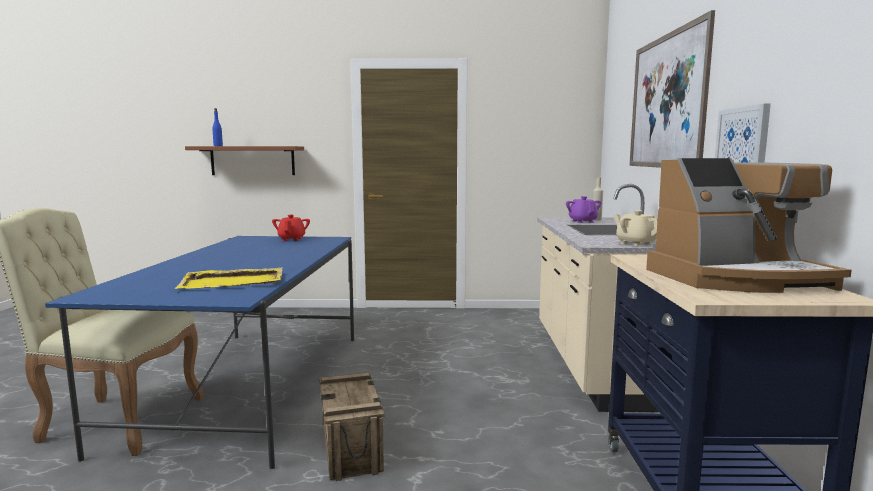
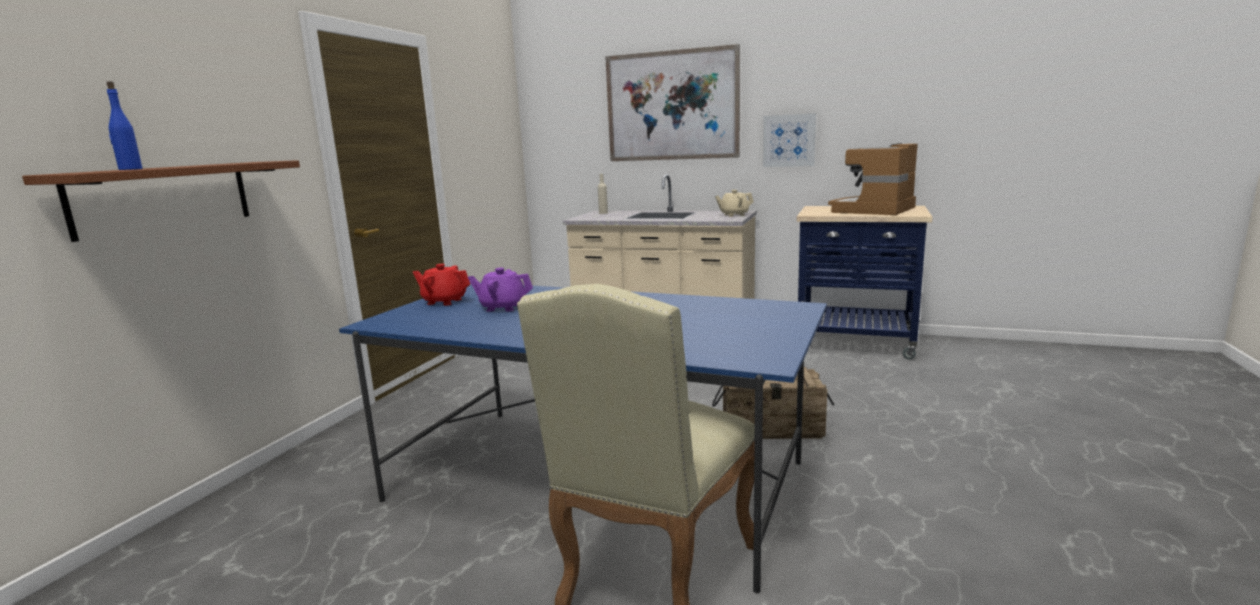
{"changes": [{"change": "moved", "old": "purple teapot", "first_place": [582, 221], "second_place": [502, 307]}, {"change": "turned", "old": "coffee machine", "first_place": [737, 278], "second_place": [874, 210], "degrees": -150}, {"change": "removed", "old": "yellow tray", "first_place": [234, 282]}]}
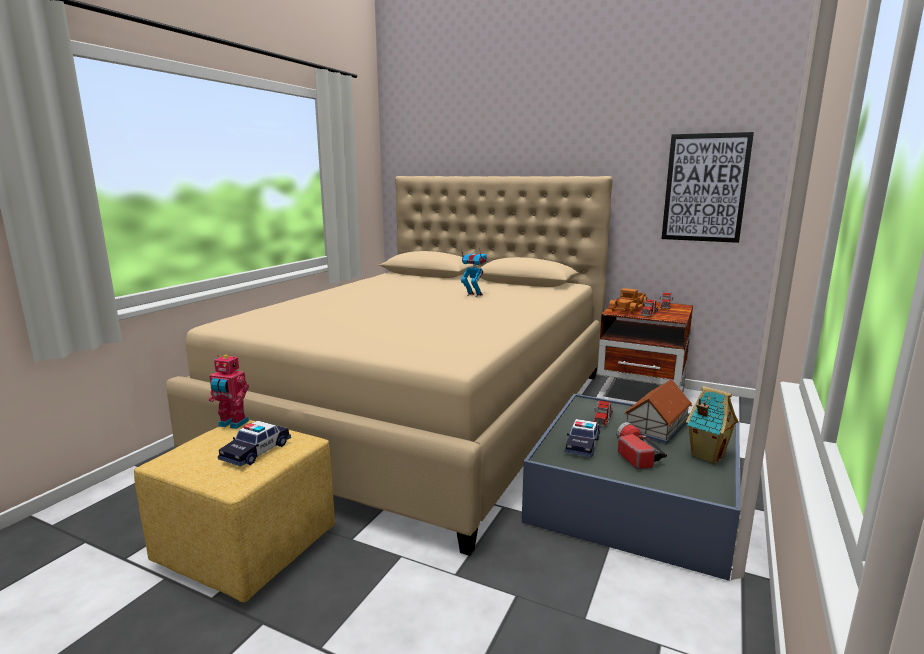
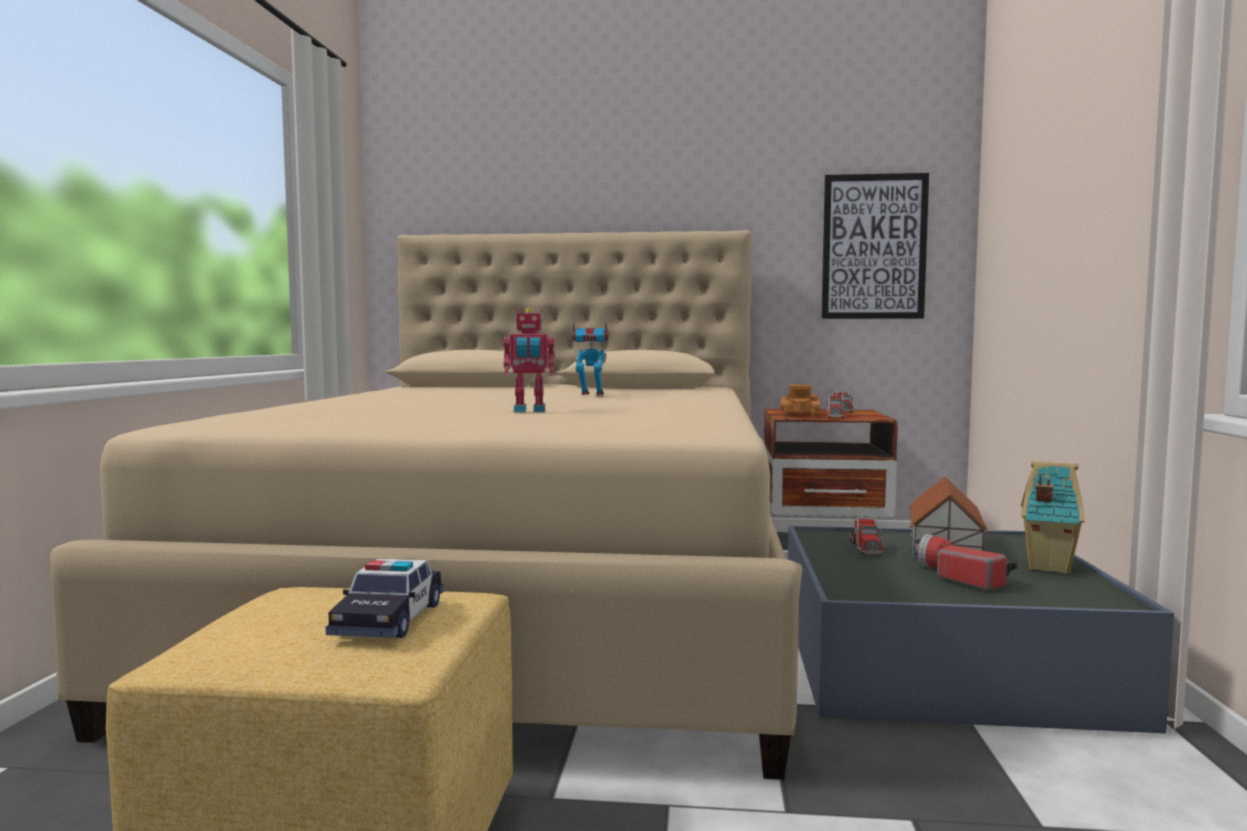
{"changes": [{"change": "moved", "old": "toy robot", "first_place": [232, 424], "second_place": [529, 411]}, {"change": "removed", "old": "toy car", "first_place": [582, 445]}]}
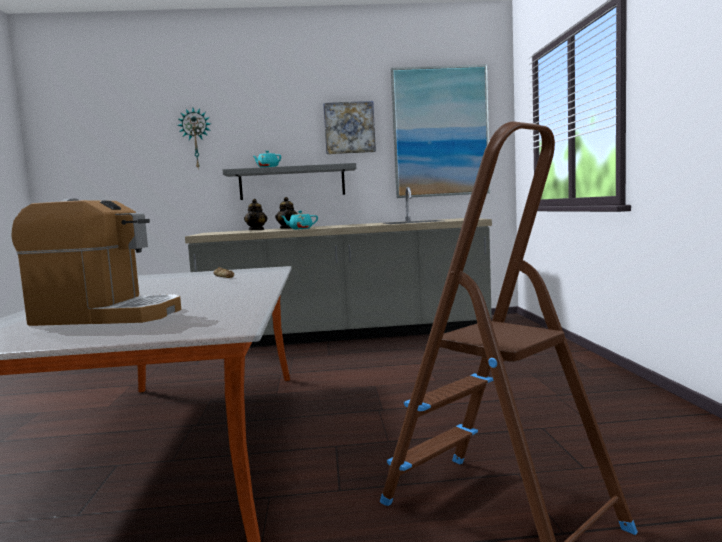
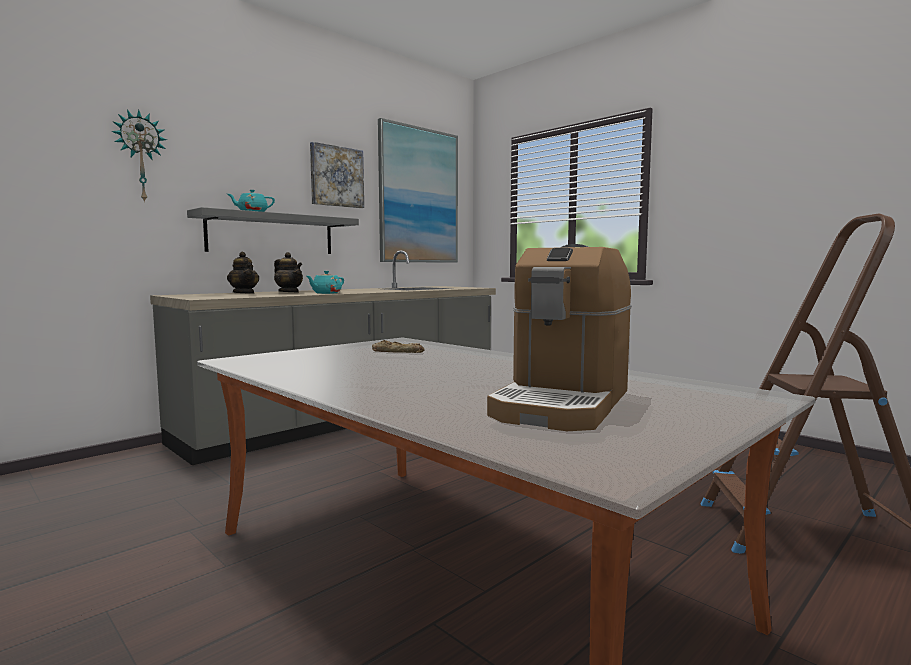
{"changes": [{"change": "turned", "old": "coffee machine", "first_place": [107, 316], "second_place": [562, 403], "degrees": 150}]}
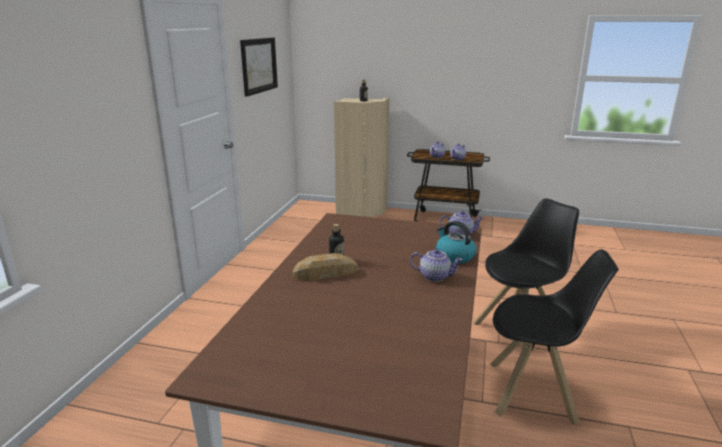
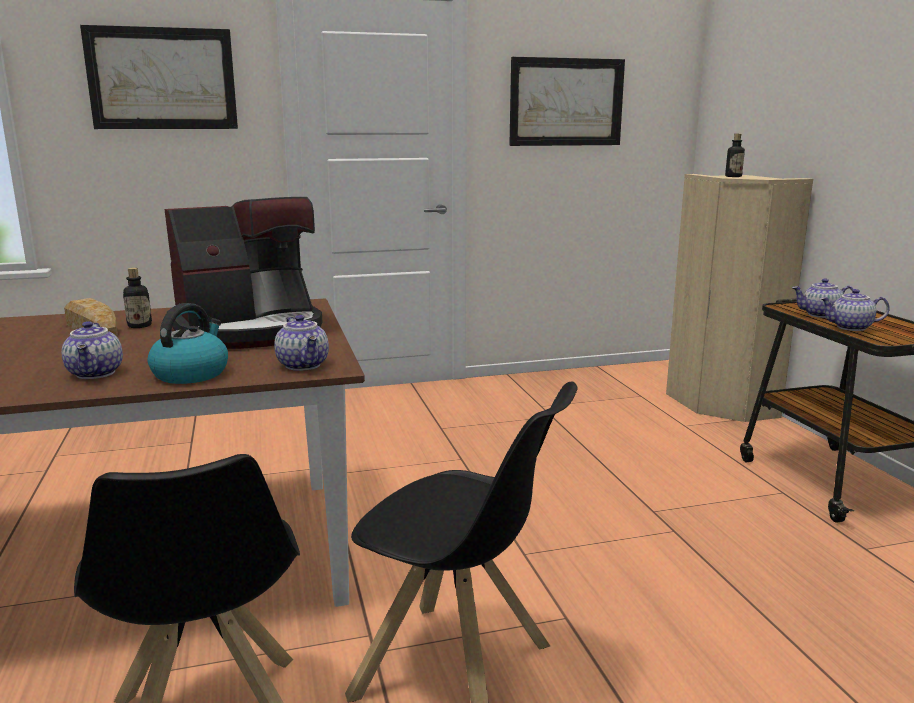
{"changes": [{"change": "added", "new": "picture", "second_place": [162, 79]}, {"change": "added", "new": "coffee machine", "second_place": [250, 331]}]}
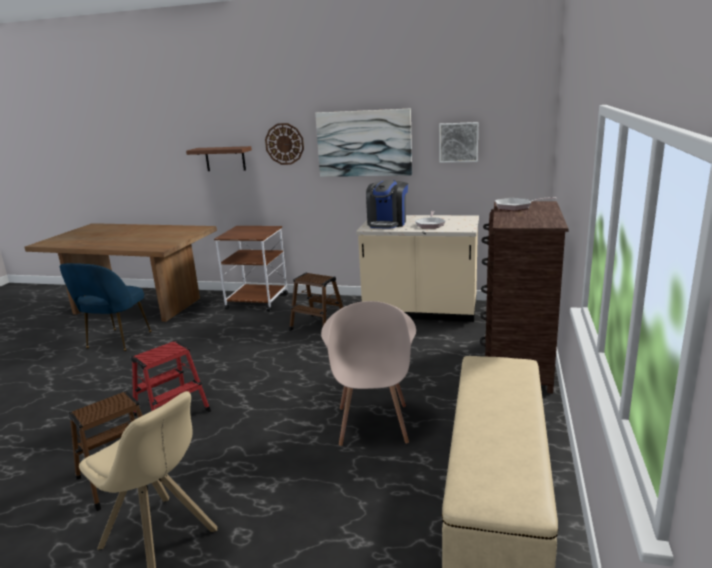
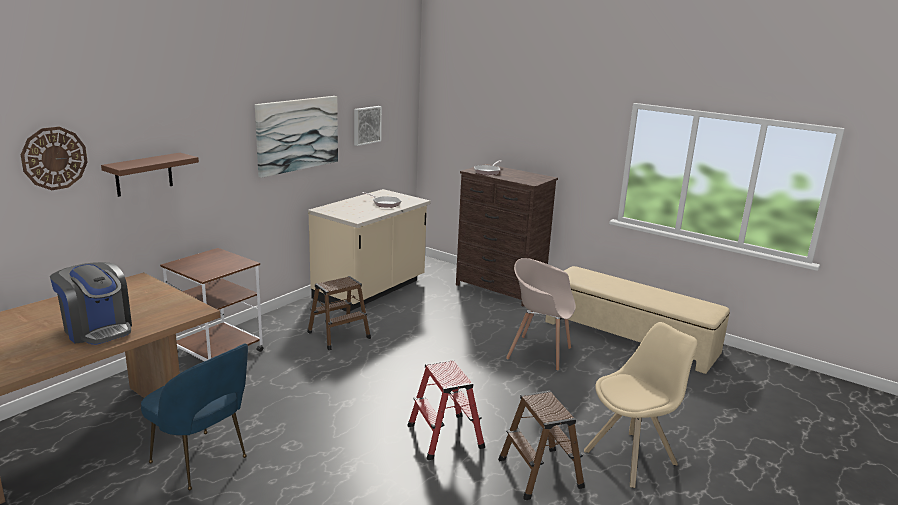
{"changes": [{"change": "moved", "old": "wall clock", "first_place": [284, 144], "second_place": [54, 158]}, {"change": "moved", "old": "coffee machine", "first_place": [387, 223], "second_place": [97, 329]}]}
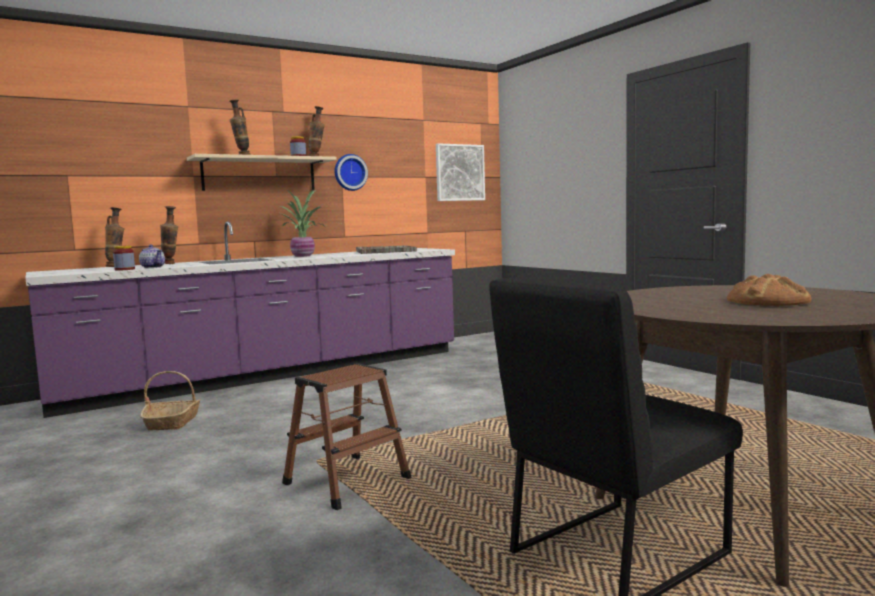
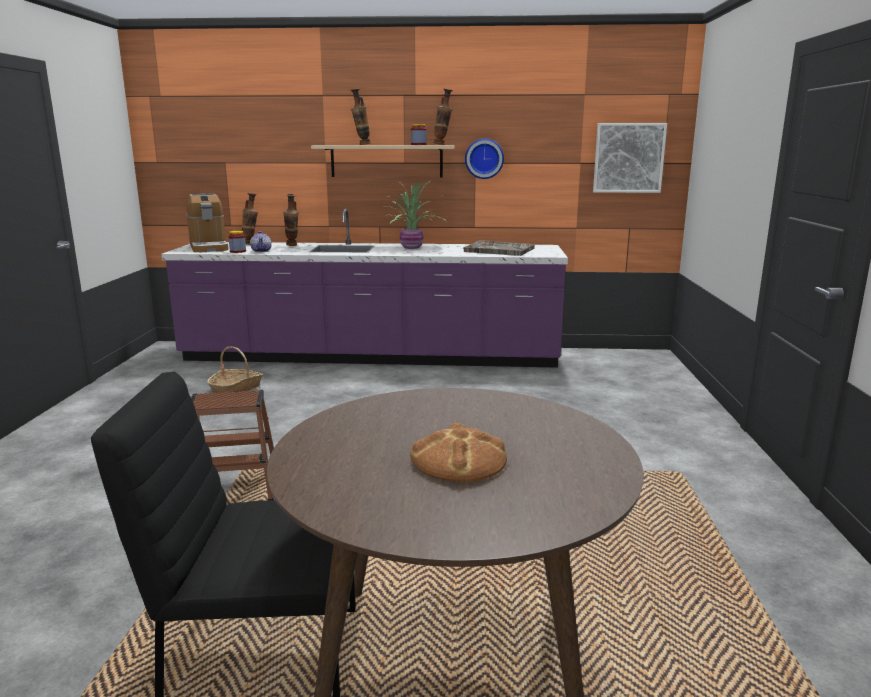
{"changes": [{"change": "added", "new": "coffee machine", "second_place": [209, 247]}]}
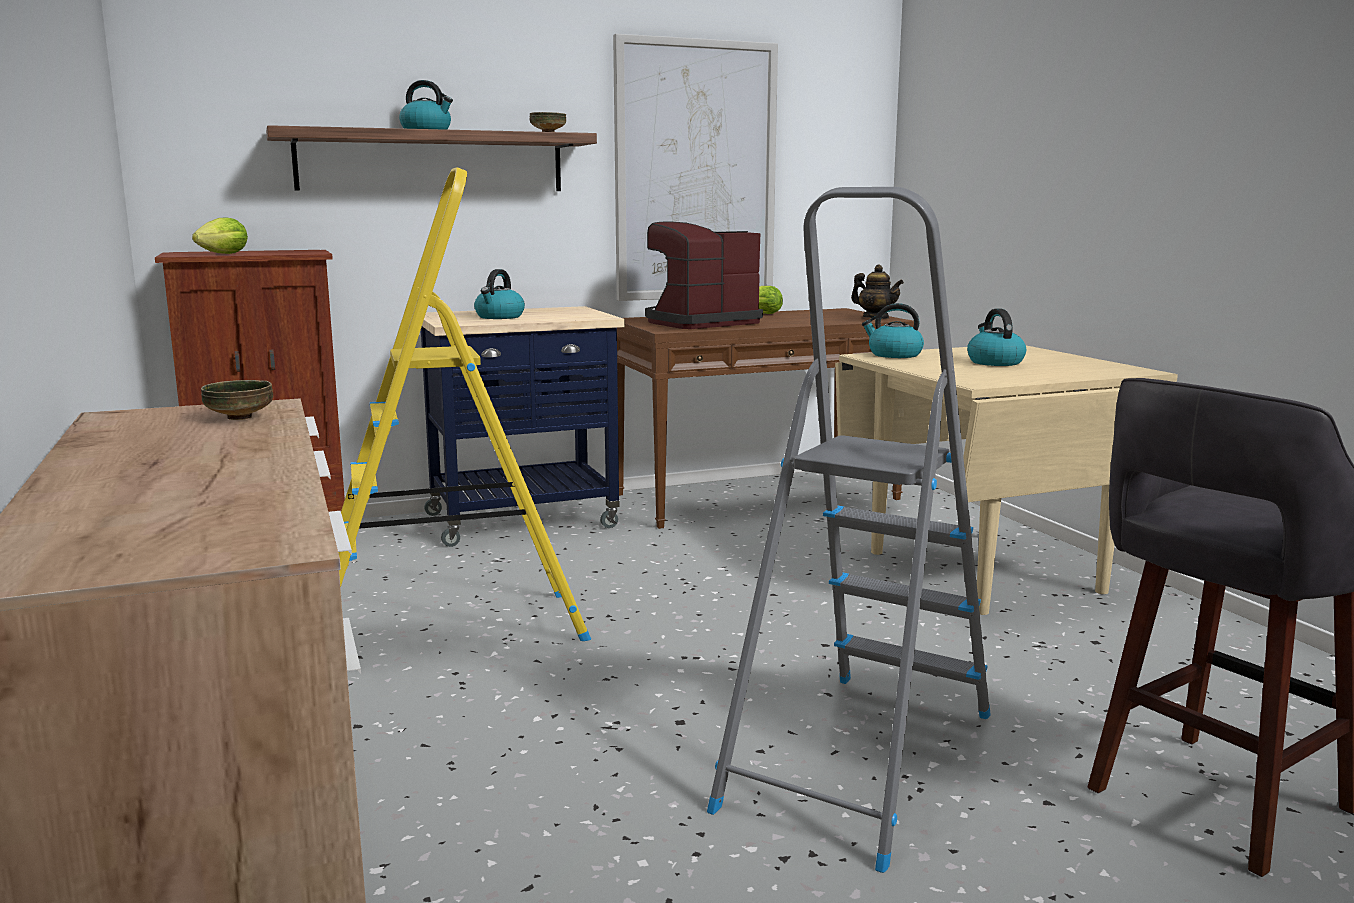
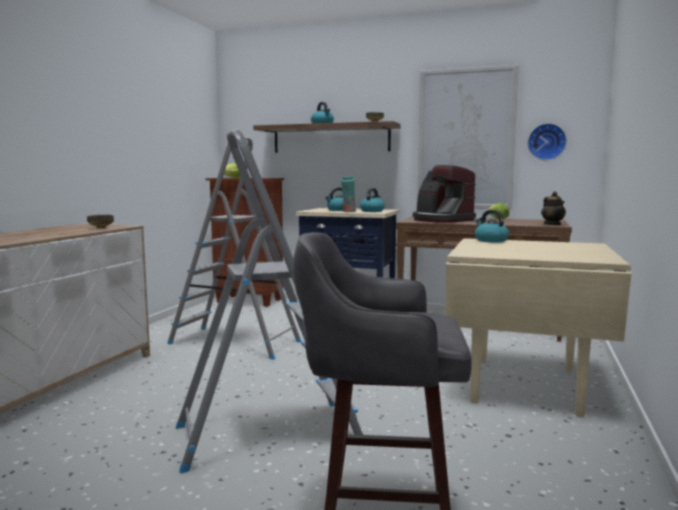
{"changes": [{"change": "recoloured", "old": "yellow step ladder", "new": "grey step ladder", "first_place": [443, 632], "second_place": [233, 342]}, {"change": "added", "new": "turquoise vase", "second_place": [348, 211]}, {"change": "moved", "old": "kettle", "first_place": [994, 362], "second_place": [372, 211]}, {"change": "turned", "old": "coffee machine", "first_place": [699, 323], "second_place": [441, 220], "degrees": -135}, {"change": "added", "new": "wall clock", "second_place": [546, 142]}]}
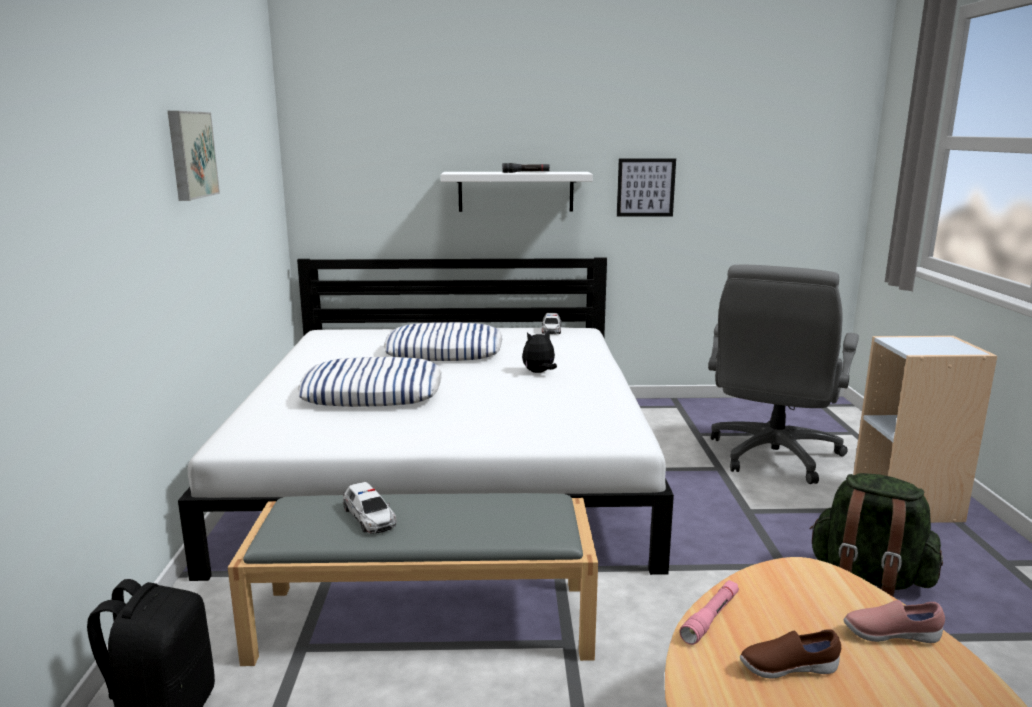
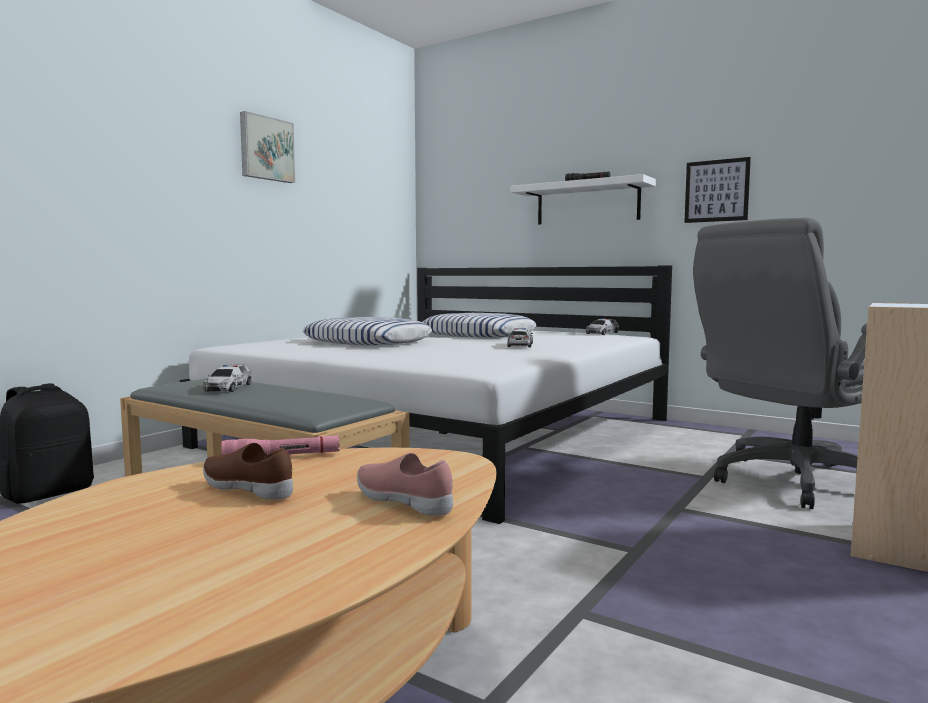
{"changes": [{"change": "replaced", "old": "plush toy", "new": "toy car", "first_place": [539, 373], "second_place": [520, 345]}, {"change": "removed", "old": "green backpack", "first_place": [869, 579]}]}
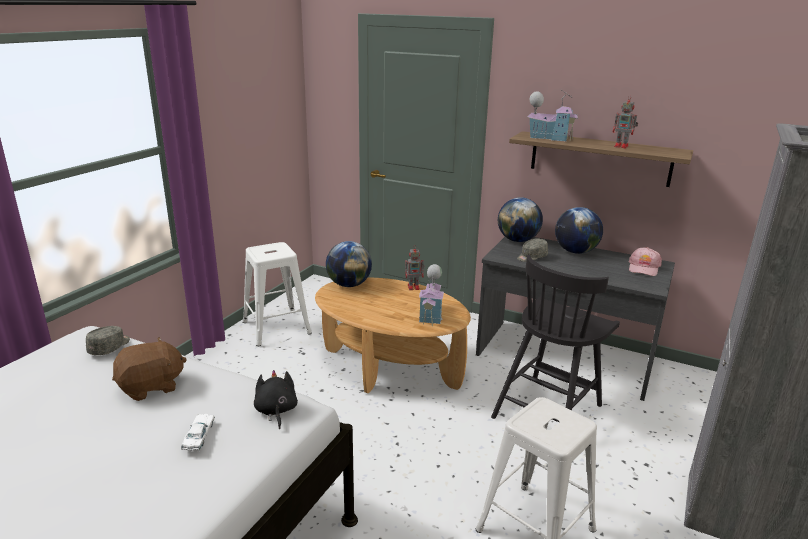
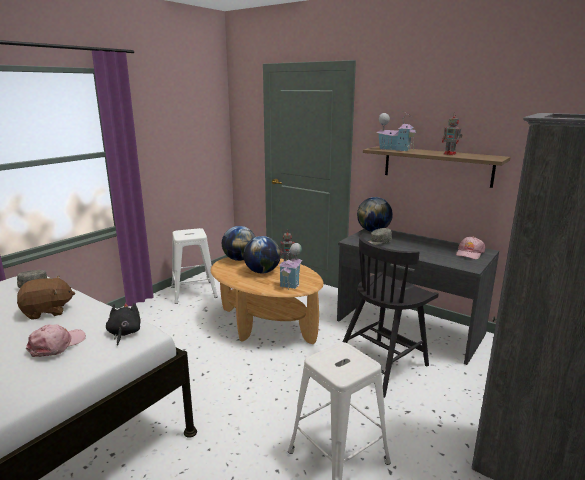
{"changes": [{"change": "replaced", "old": "white toy car", "new": "pink cap", "first_place": [199, 436], "second_place": [57, 345]}, {"change": "moved", "old": "globe", "first_place": [575, 251], "second_place": [262, 272]}]}
